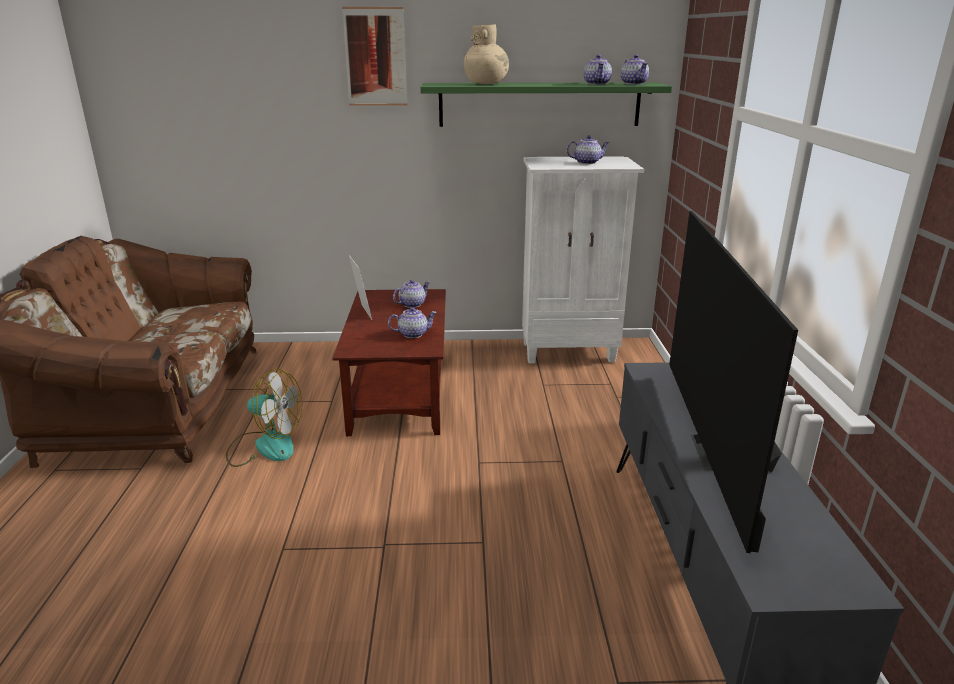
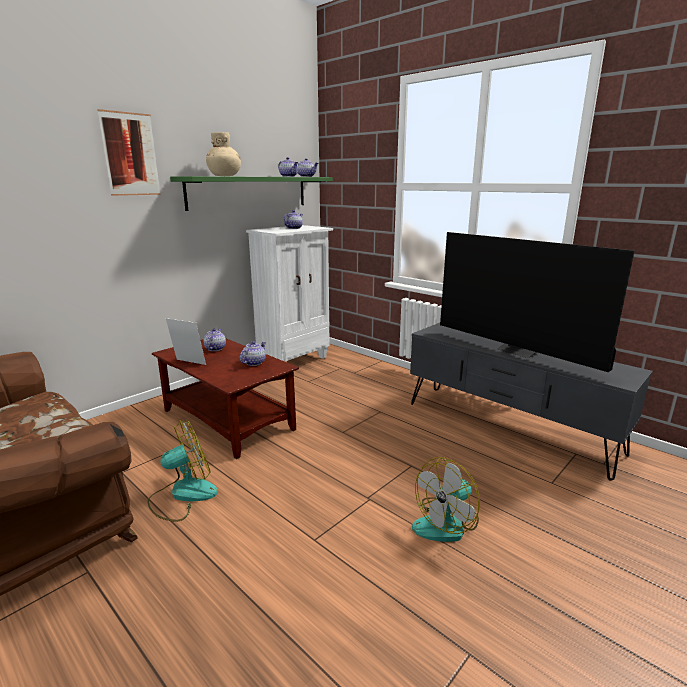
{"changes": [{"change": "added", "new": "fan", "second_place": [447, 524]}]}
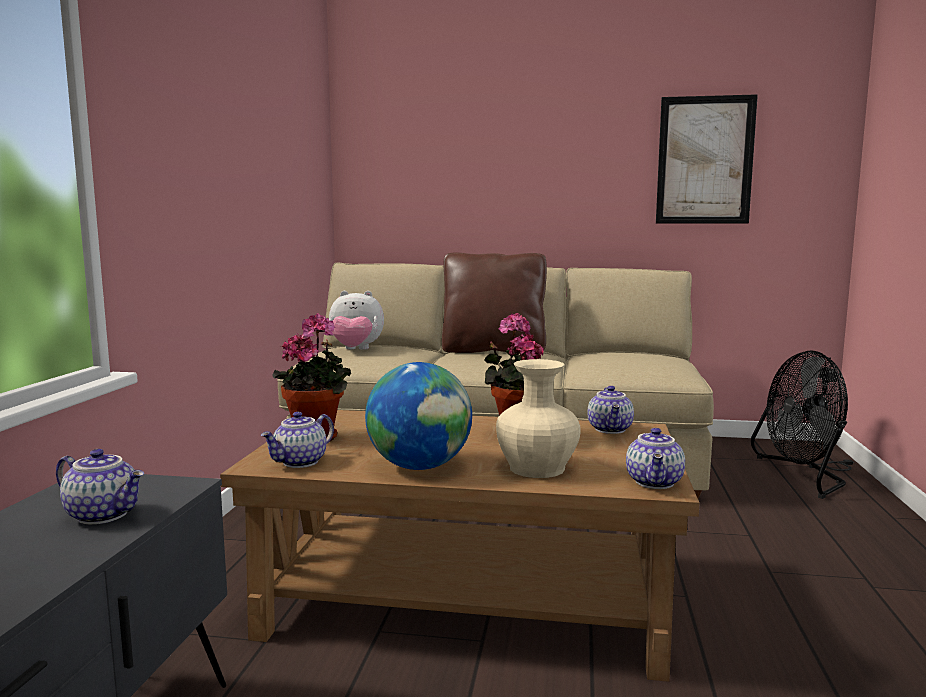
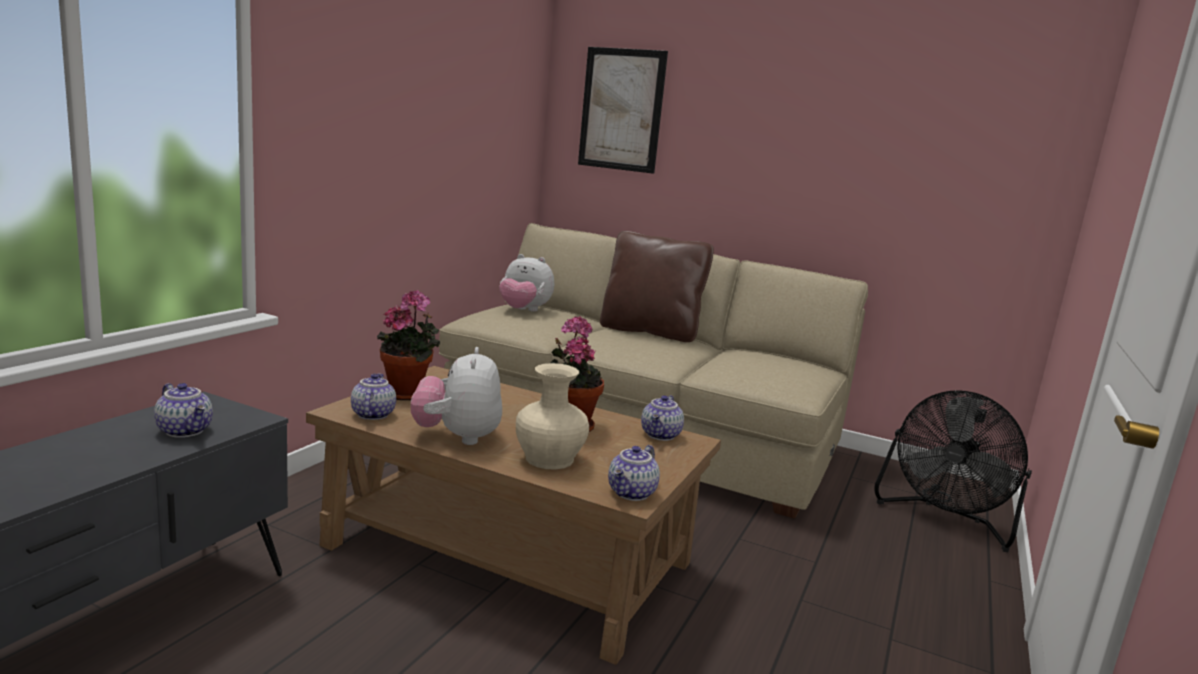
{"changes": [{"change": "turned", "old": "teapot", "first_place": [300, 462], "second_place": [372, 414], "degrees": 120}, {"change": "replaced", "old": "globe", "new": "plush toy", "first_place": [419, 467], "second_place": [457, 437]}, {"change": "moved", "old": "picture", "first_place": [705, 160], "second_place": [621, 110]}, {"change": "turned", "old": "black fan", "first_place": [807, 474], "second_place": [942, 516], "degrees": -60}]}
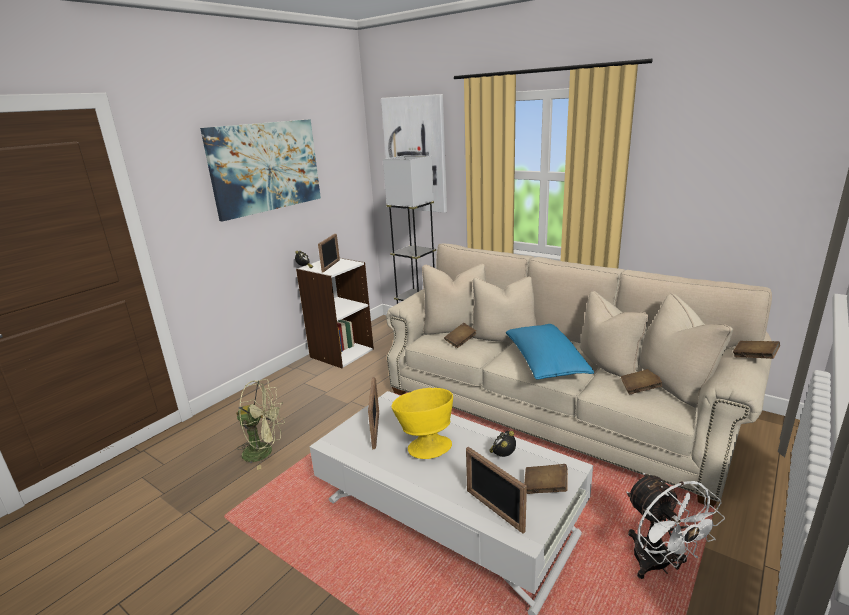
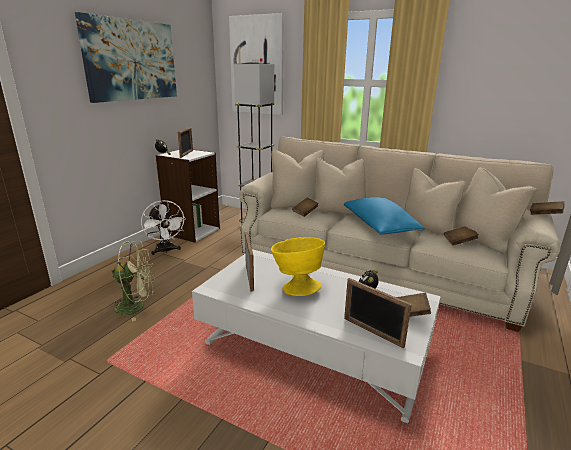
{"changes": [{"change": "moved", "old": "white fan", "first_place": [659, 565], "second_place": [165, 251]}]}
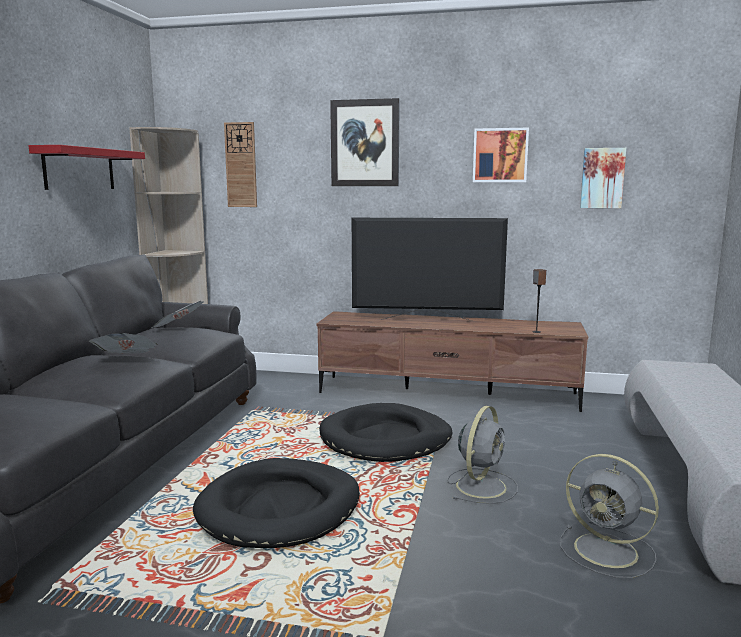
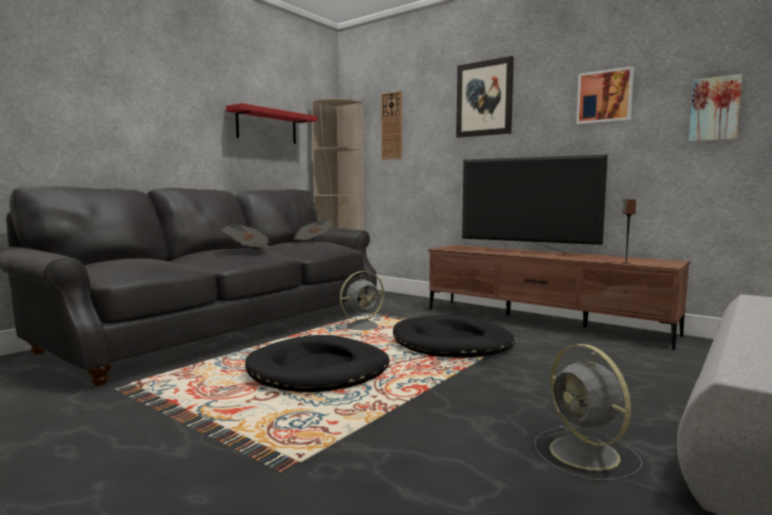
{"changes": [{"change": "moved", "old": "grey fan", "first_place": [482, 485], "second_place": [364, 326]}]}
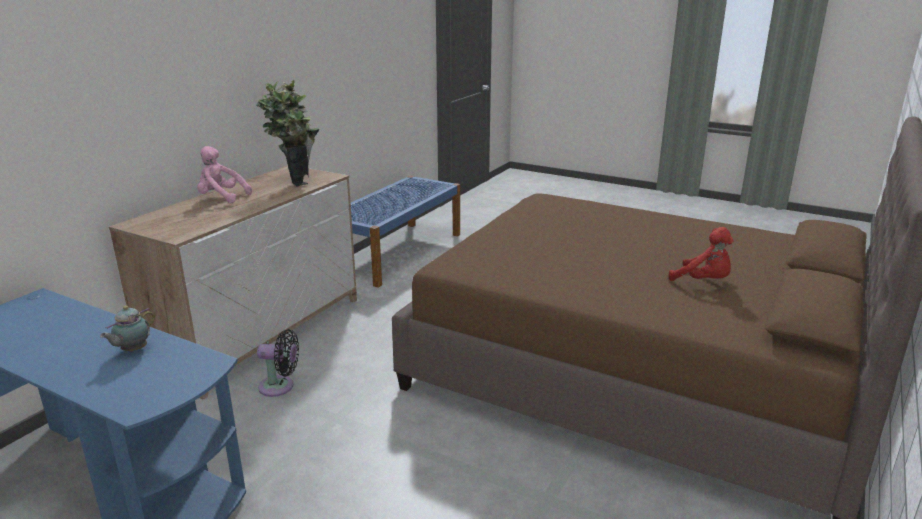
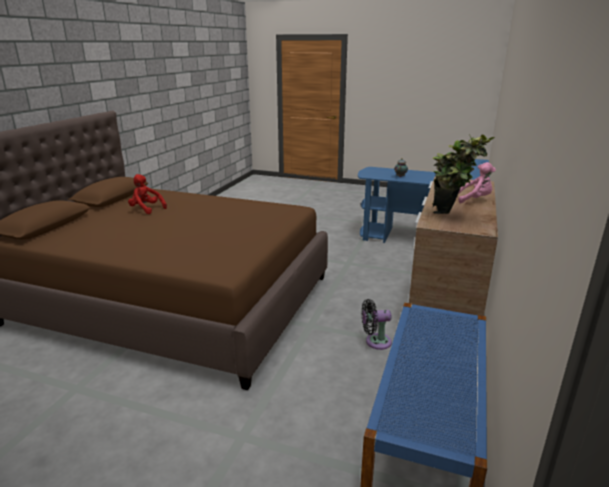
{"changes": [{"change": "moved", "old": "black fan", "first_place": [280, 387], "second_place": [375, 342]}]}
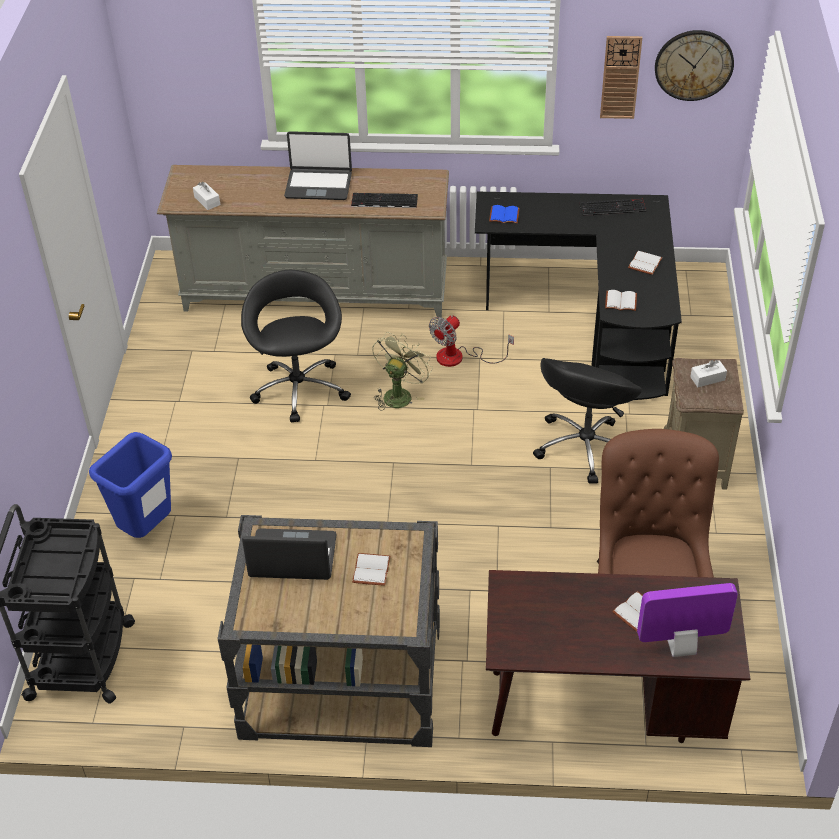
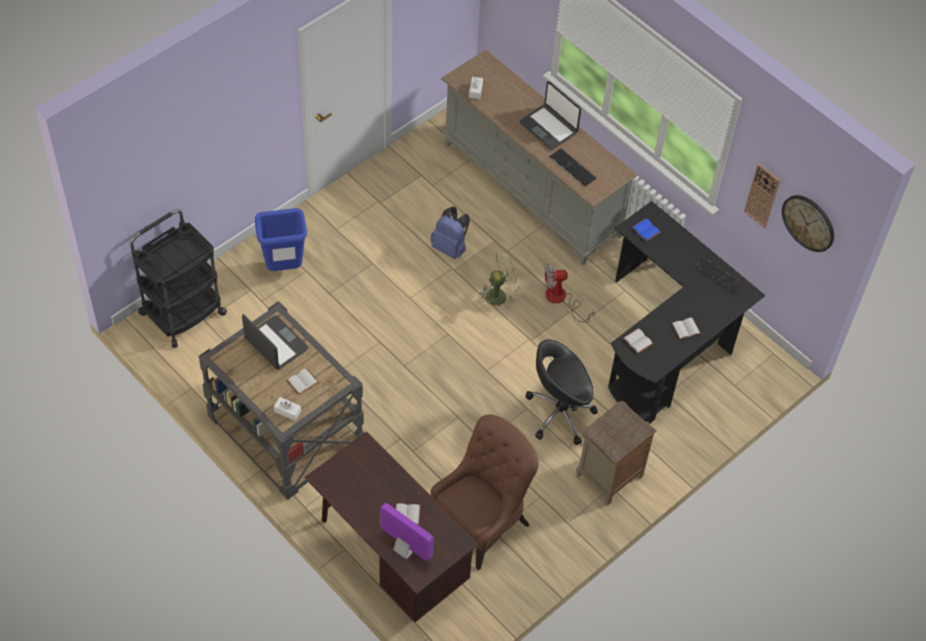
{"changes": [{"change": "moved", "old": "white tissue box", "first_place": [707, 378], "second_place": [287, 411]}, {"change": "replaced", "old": "black office chair", "new": "blue backpack", "first_place": [299, 389], "second_place": [450, 247]}]}
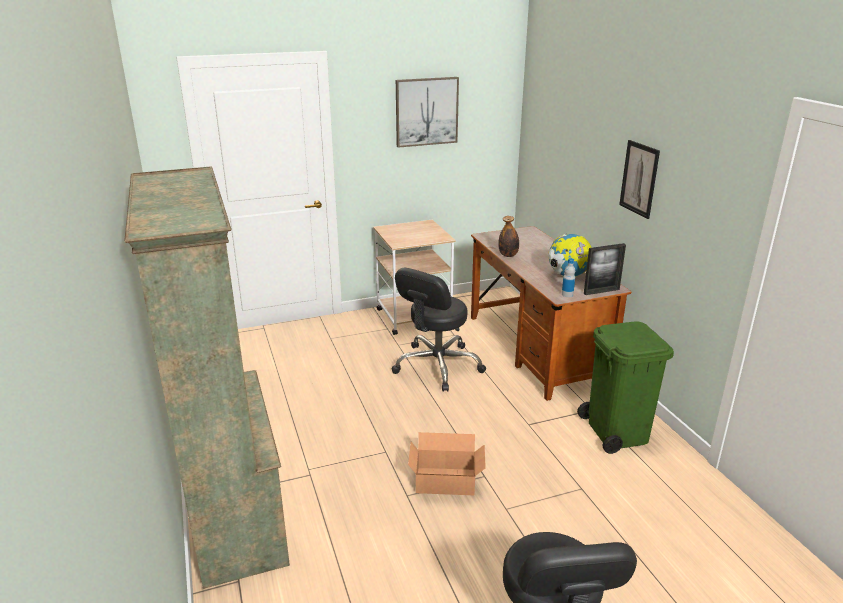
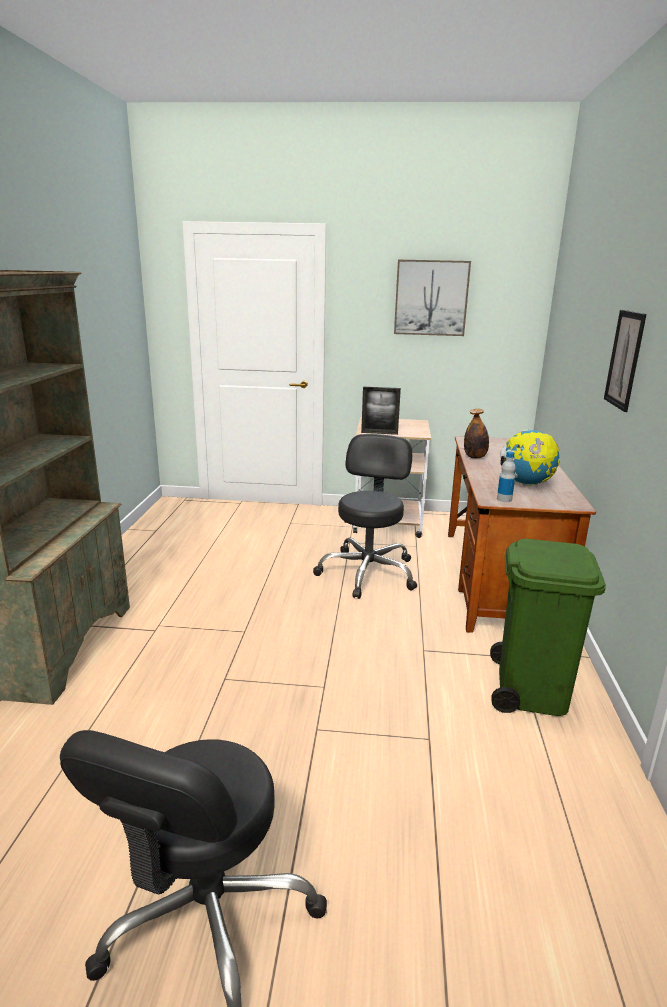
{"changes": [{"change": "turned", "old": "black office chair", "first_place": [436, 368], "second_place": [368, 570], "degrees": 135}, {"change": "moved", "old": "picture frame", "first_place": [601, 291], "second_place": [379, 433]}, {"change": "removed", "old": "cardboard box", "first_place": [447, 483]}]}
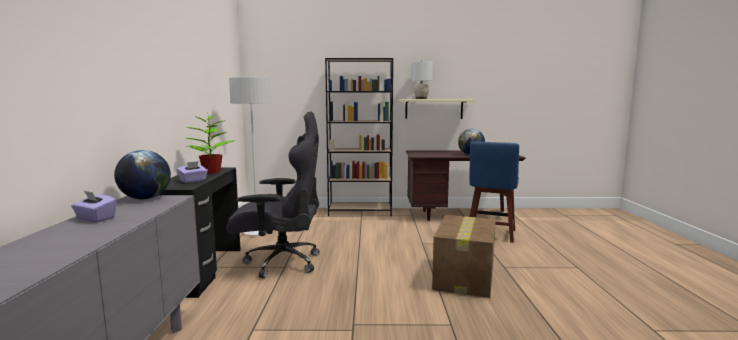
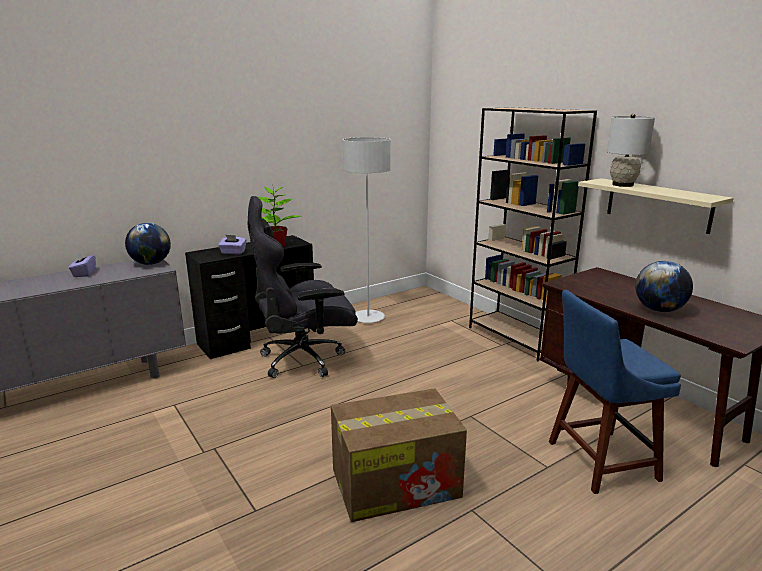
{"changes": [{"change": "turned", "old": "black office chair", "first_place": [278, 263], "second_place": [307, 359], "degrees": 105}]}
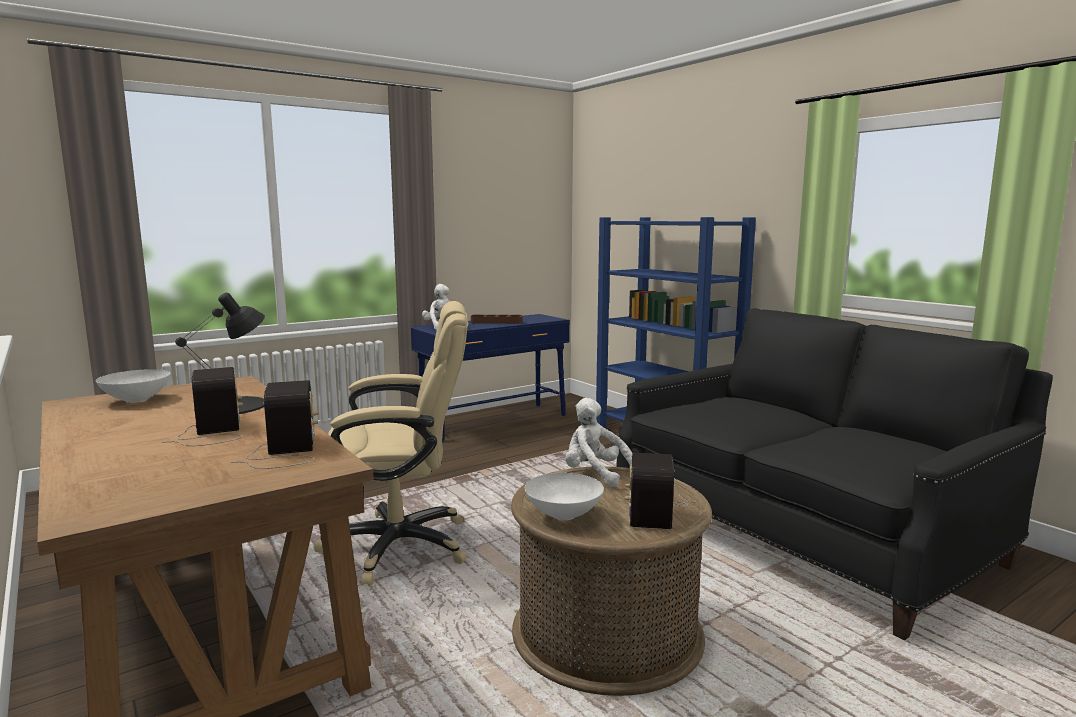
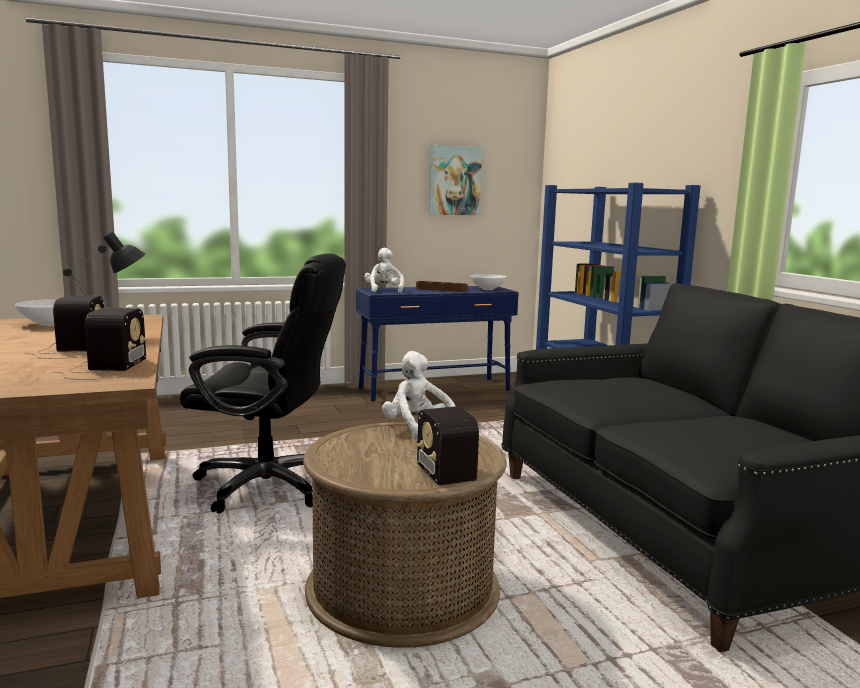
{"changes": [{"change": "recoloured", "old": "beige office chair", "new": "black office chair", "first_place": [397, 545], "second_place": [267, 484]}, {"change": "turned", "old": "radio", "first_place": [655, 507], "second_place": [442, 463], "degrees": -45}, {"change": "added", "new": "picture", "second_place": [454, 181]}, {"change": "moved", "old": "white bowl", "first_place": [564, 514], "second_place": [488, 289]}]}
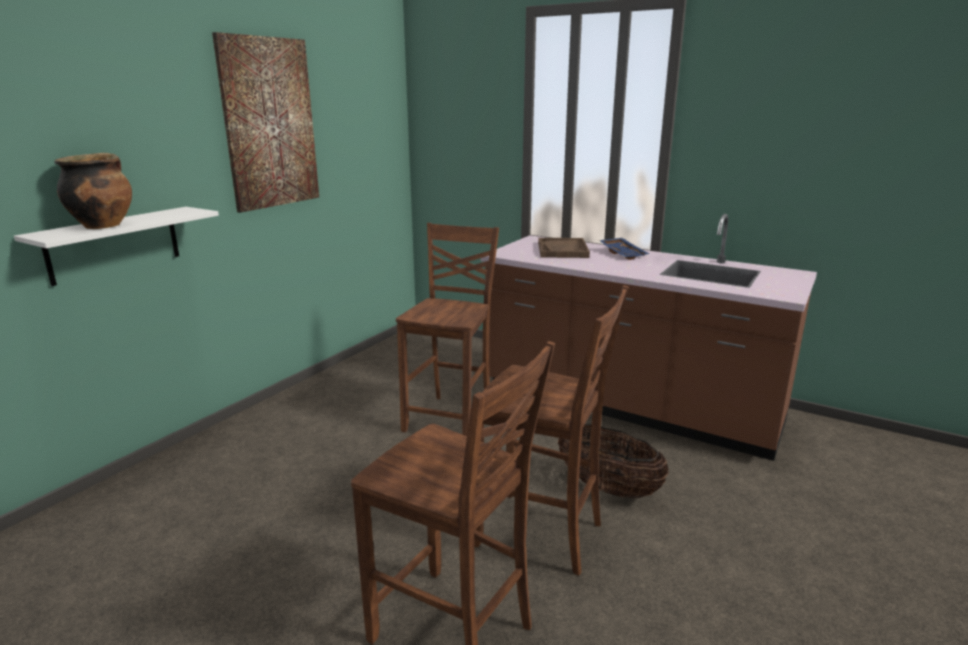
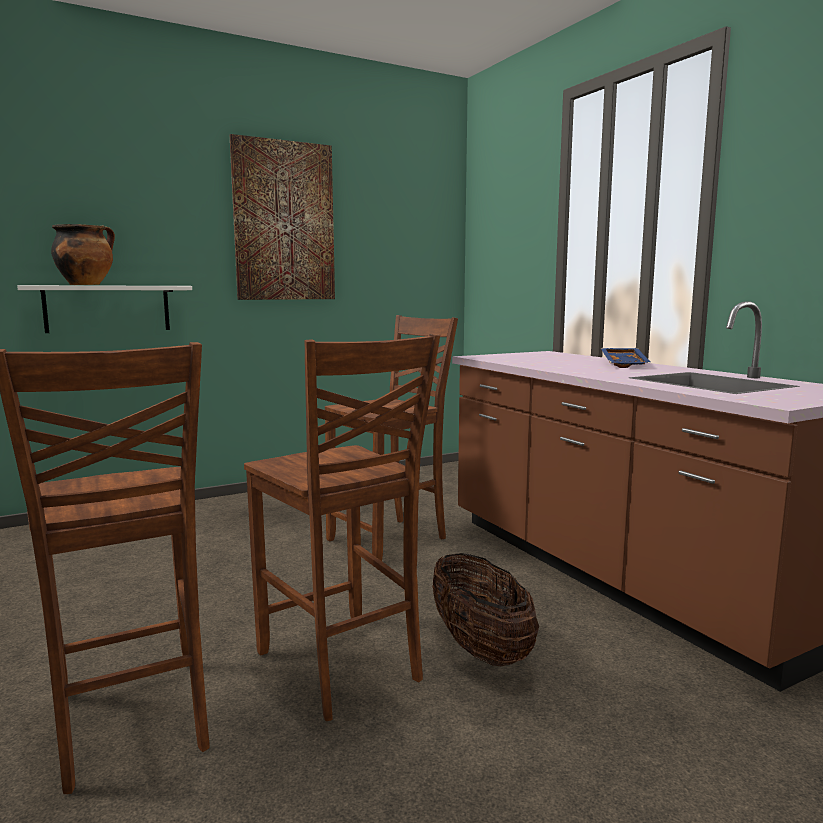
{"changes": [{"change": "removed", "old": "brown tray", "first_place": [562, 250]}]}
